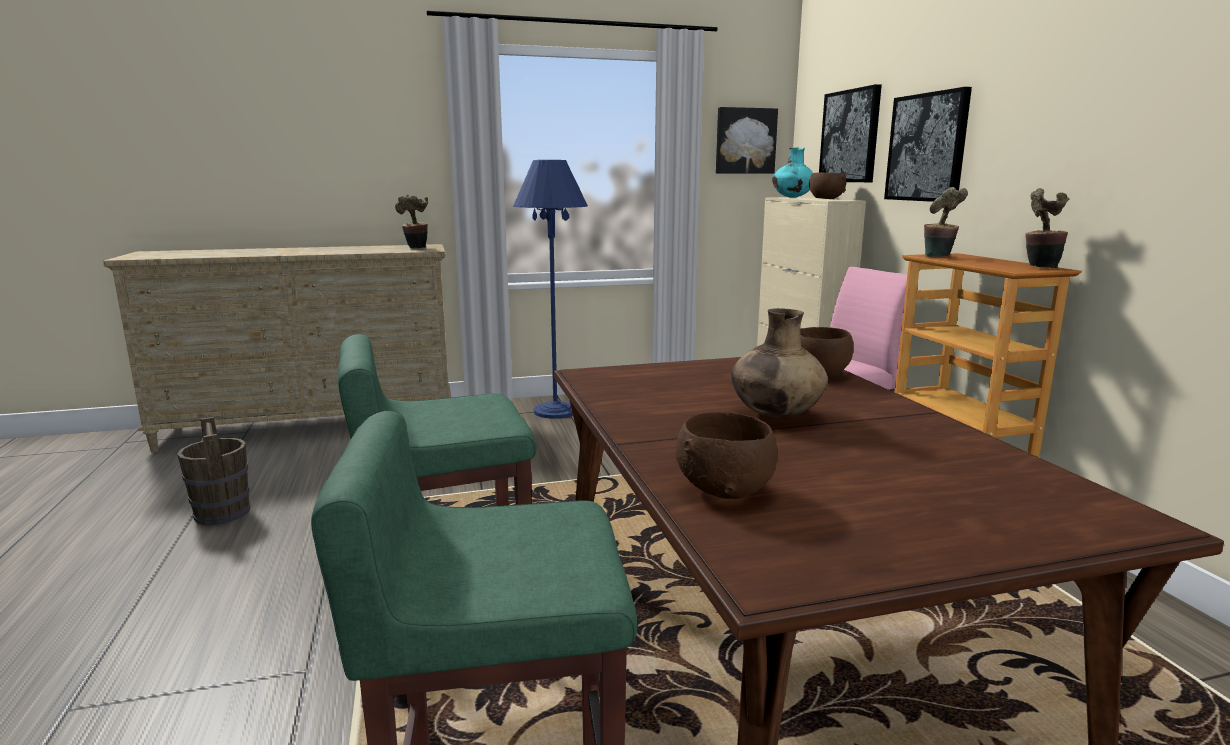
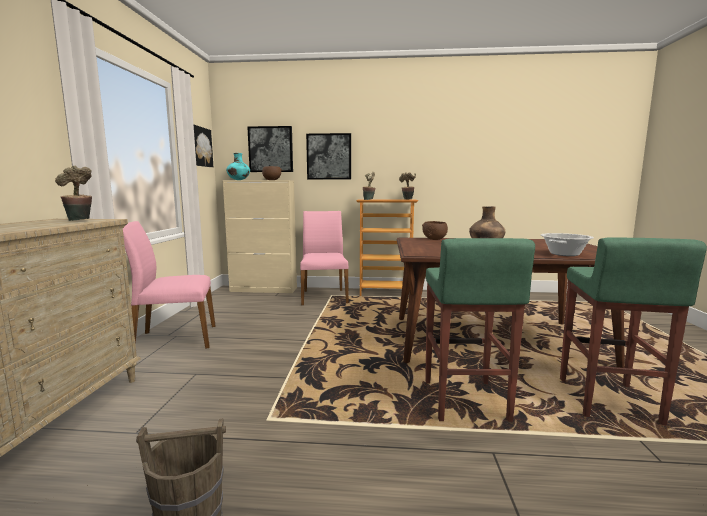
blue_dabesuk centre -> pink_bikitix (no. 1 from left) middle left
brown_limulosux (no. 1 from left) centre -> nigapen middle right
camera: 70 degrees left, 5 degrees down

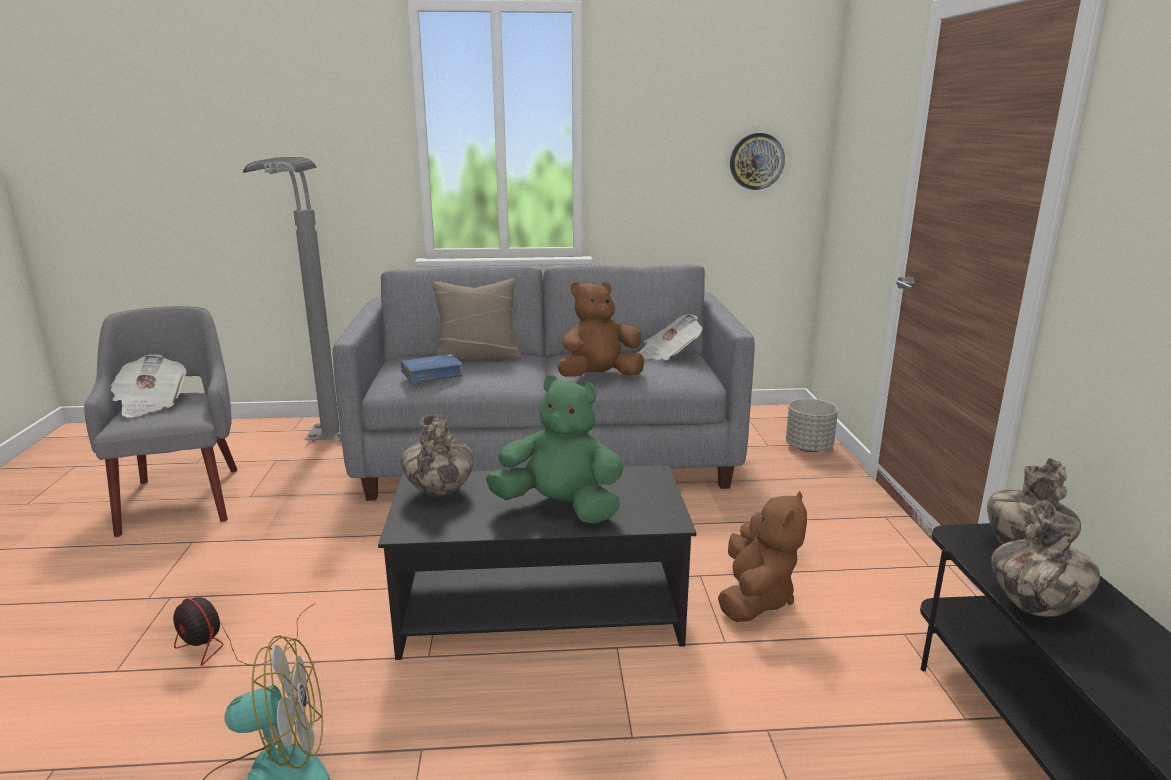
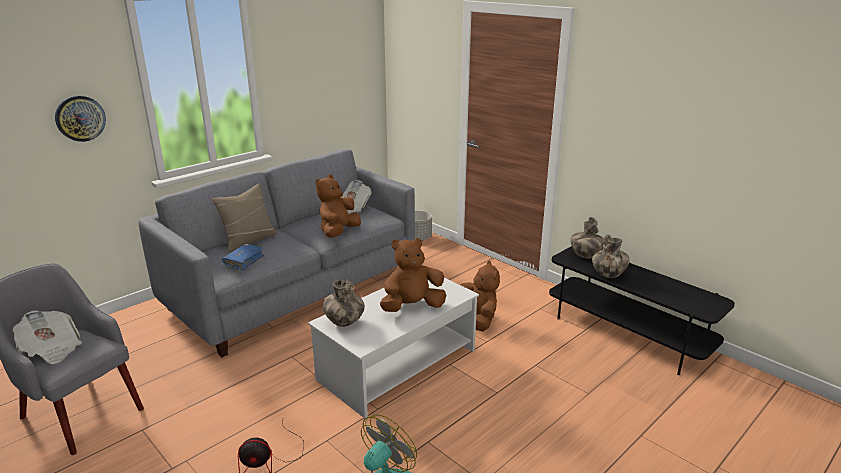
grey_dabesuk middle left -> none
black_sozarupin bottom centre -> white_sozarupin bottom centre
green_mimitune centre -> brown_mimitune (no. 2 from left) centre
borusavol top centre -> borusavol top left, relocated
camera: 40 degrees left, 5 degrees up

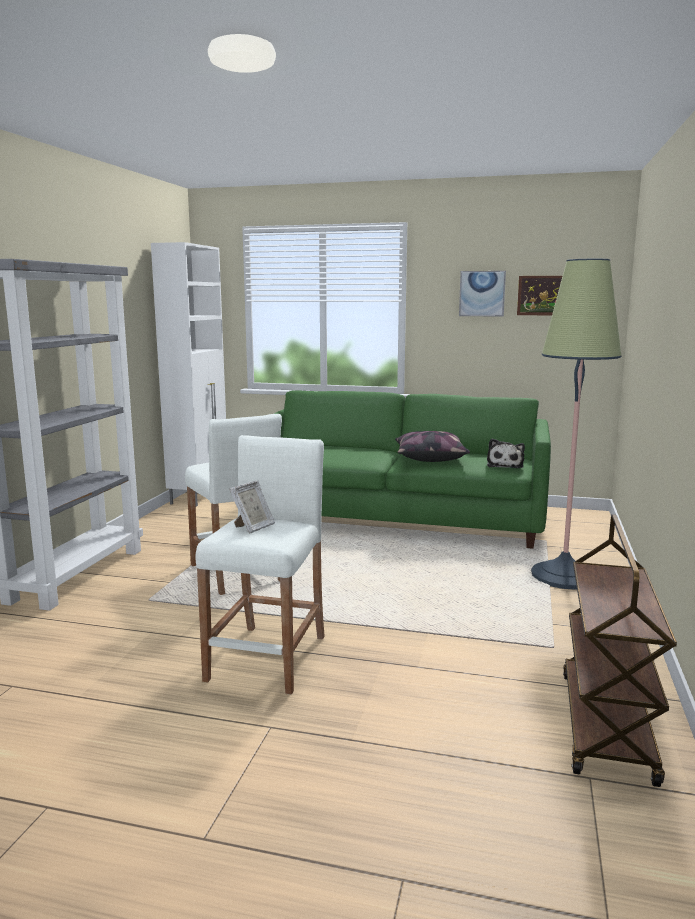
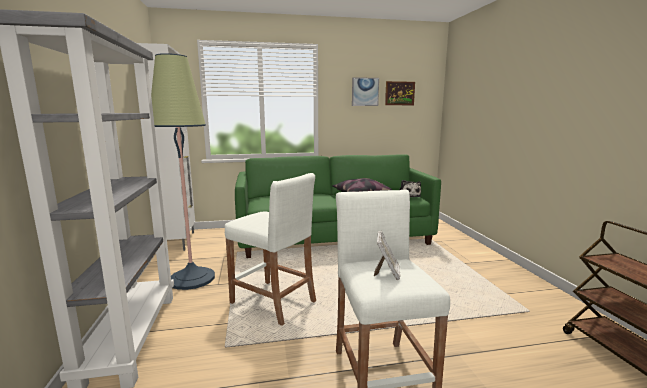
dabesuk middle right -> dabesuk middle left, relocated
camera: 25 degrees left, 0 degrees up

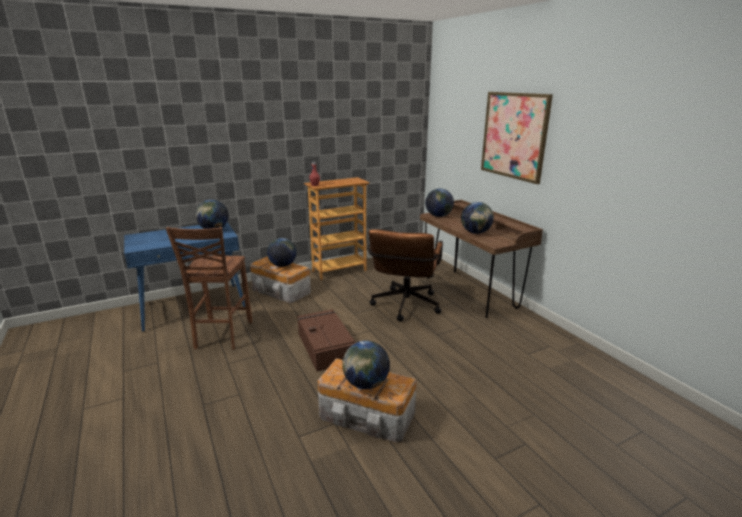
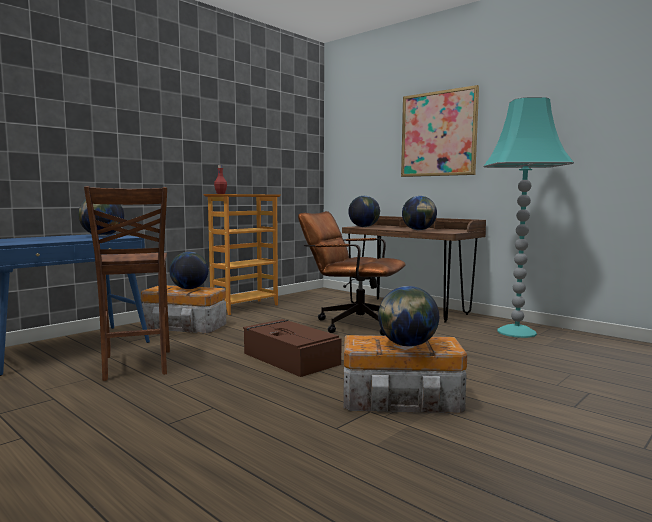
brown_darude centre, 120 degrees clockwise
none -> turquoise_dabesuk middle right
camera: 20 degrees left, 15 degrees down

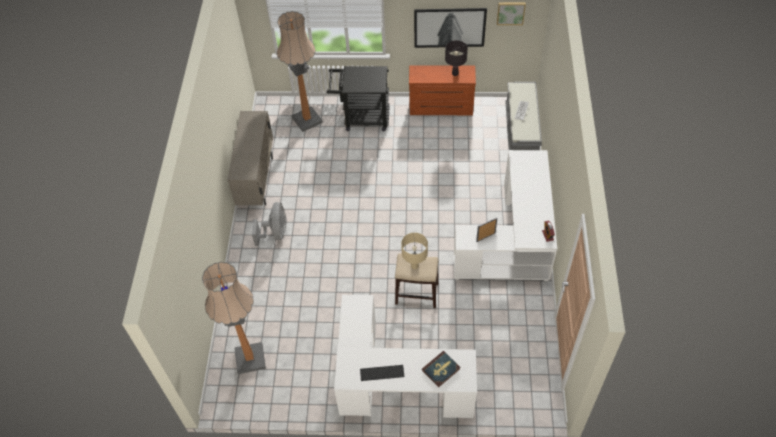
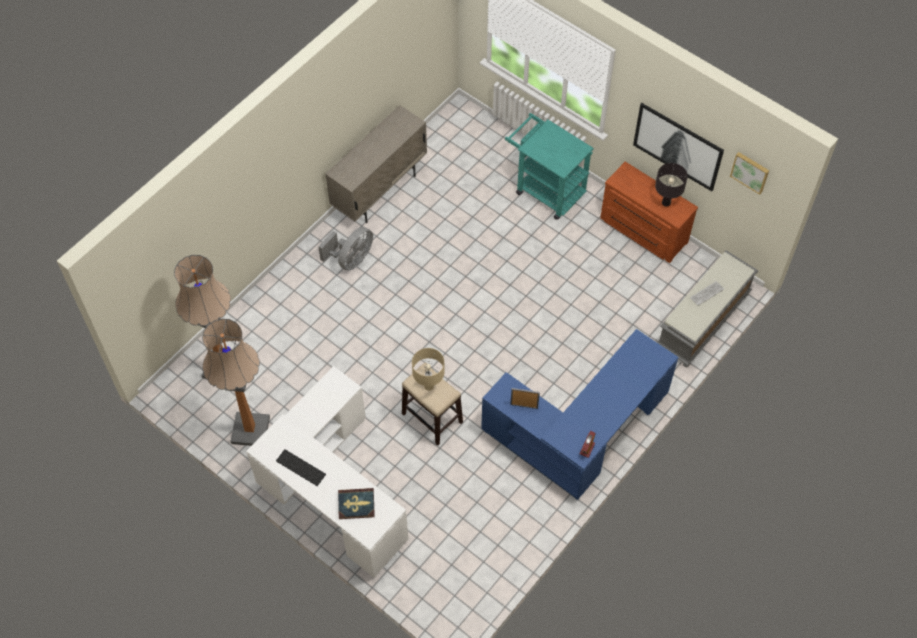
dabesuk (no. 2 from left) top centre -> dabesuk (no. 2 from left) middle left, relocated
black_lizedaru top centre -> turquoise_lizedaru top centre
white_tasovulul (no. 2 from left) centre -> blue_tasovulul centre
camera: 35 degrees right, 5 degrees up

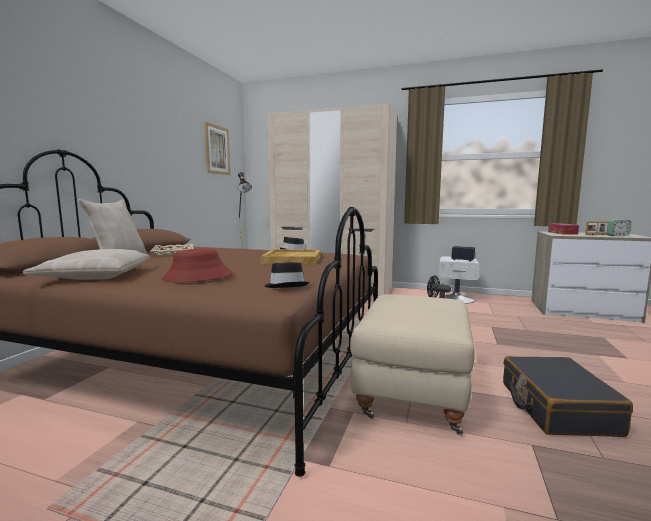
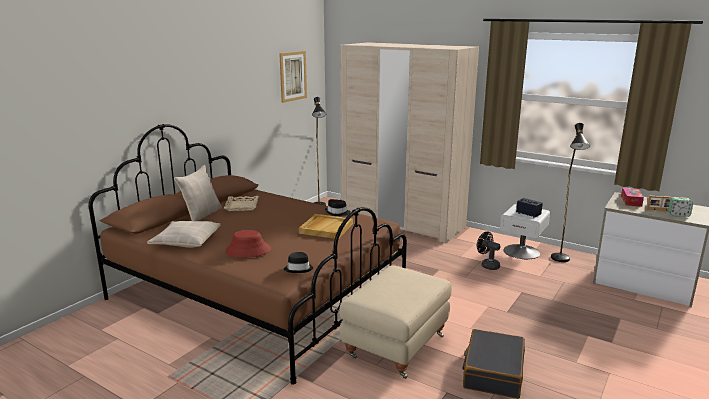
none -> black_dabesuk (no. 2 from left) middle right
camera: 15 degrees right, 10 degrees up

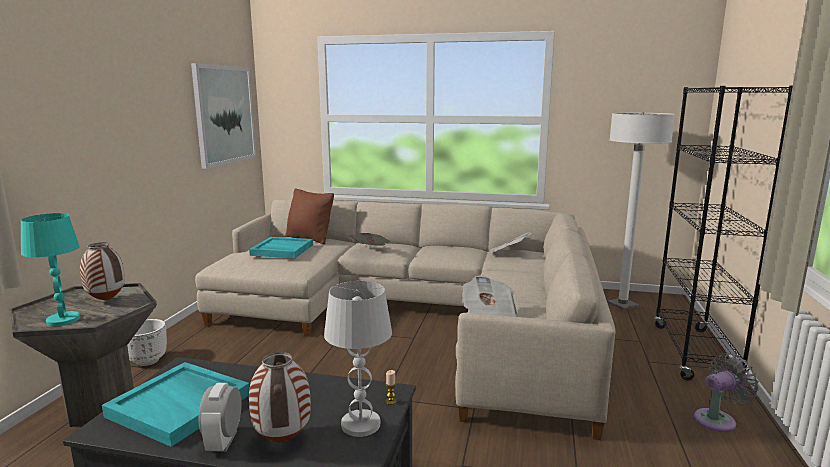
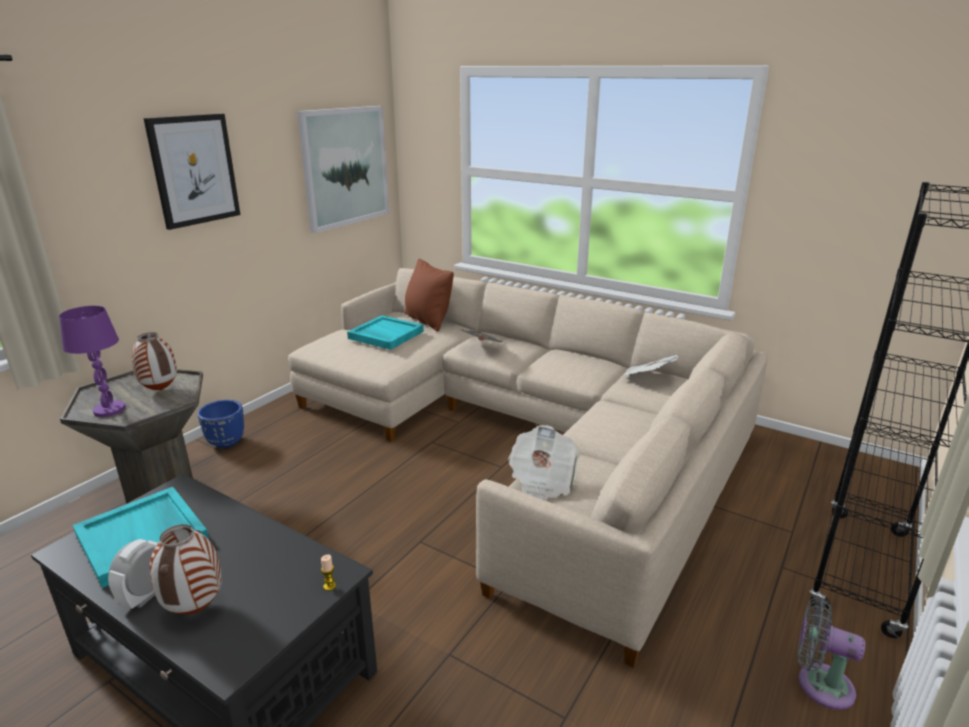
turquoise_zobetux middle left -> purple_zobetux middle left
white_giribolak bottom left -> blue_giribolak middle left
white_zobetux bottom centre -> none
white_dabesuk middle right -> none
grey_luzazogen bottom right, 150 degrees counterclockwise
none -> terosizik (no. 1 from left) top left
camera: 20 degrees right, 10 degrees up

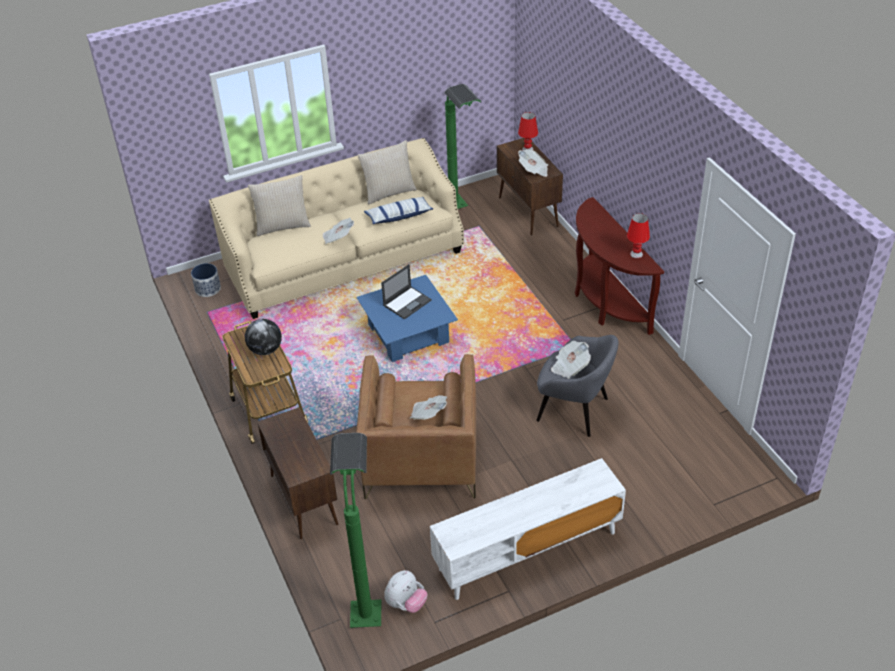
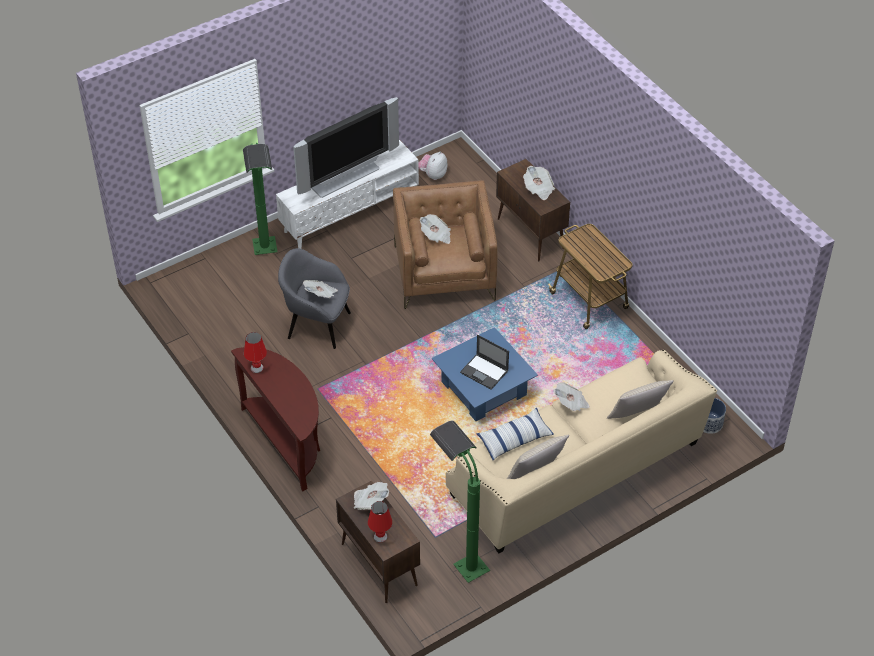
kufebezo middle left -> none
green_dabesuk (no. 1 from left) bottom centre -> green_dabesuk (no. 1 from left) top left, relocated
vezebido centre, 90 degrees counterclockwise
none -> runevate top centre
none -> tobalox (no. 4 from left) top centre
camera: 170 degrees right, 5 degrees up

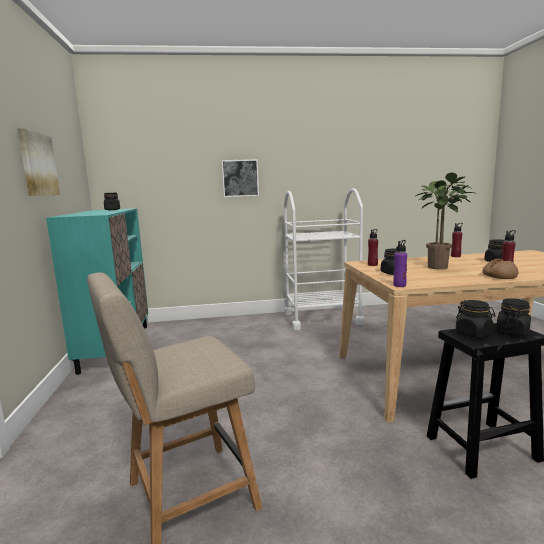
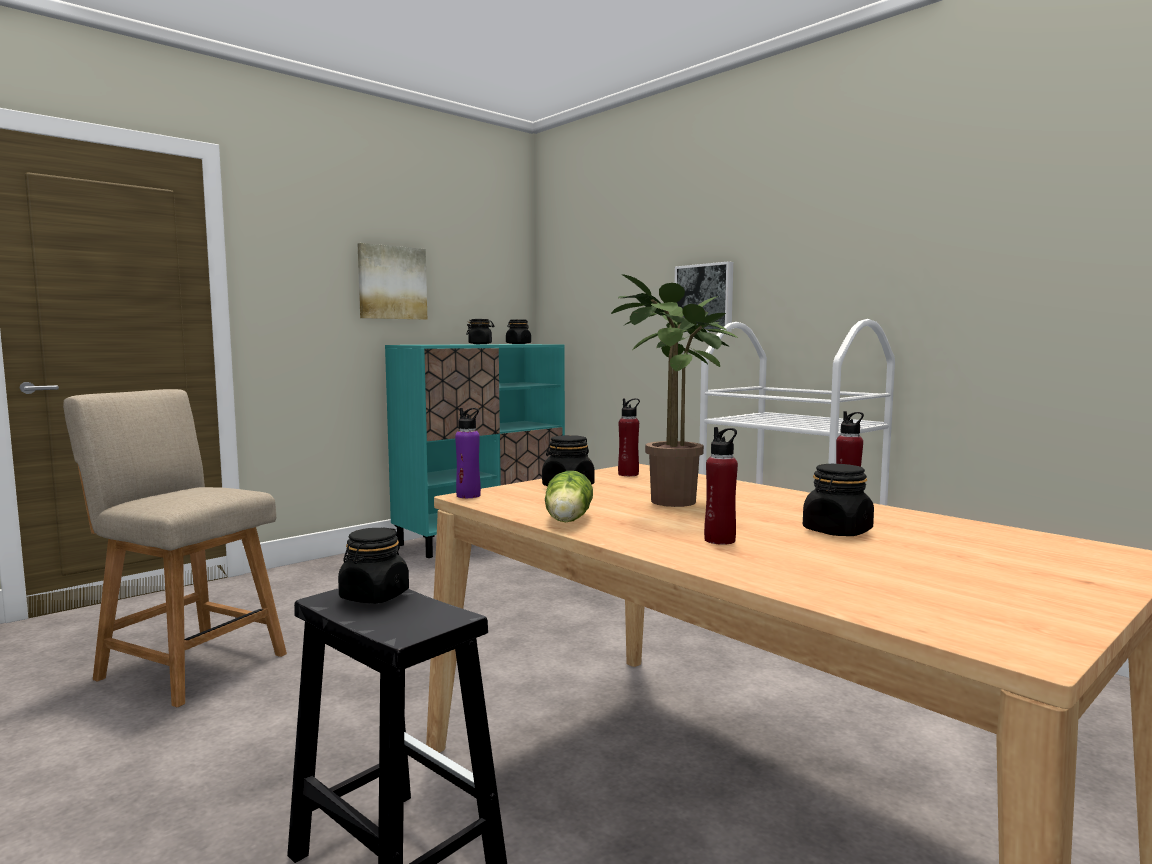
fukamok middle right -> none
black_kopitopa (no. 5 from left in the first image) middle right -> black_kopitopa (no. 2 from left) centre, relocated
none -> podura centre
camera: 55 degrees right, 5 degrees down

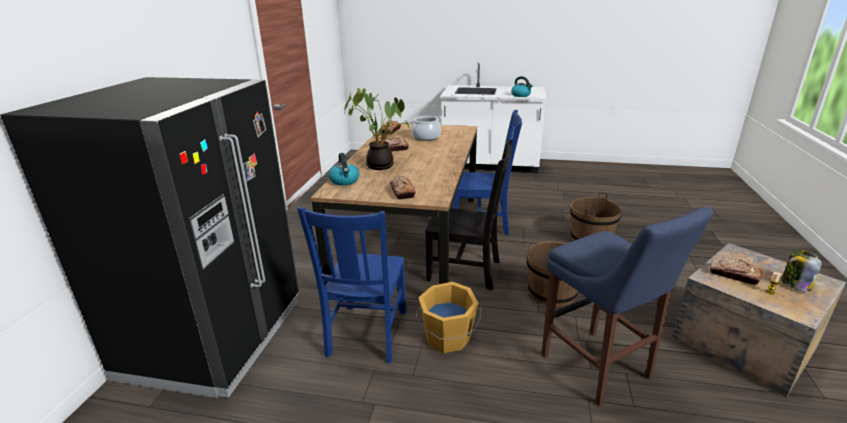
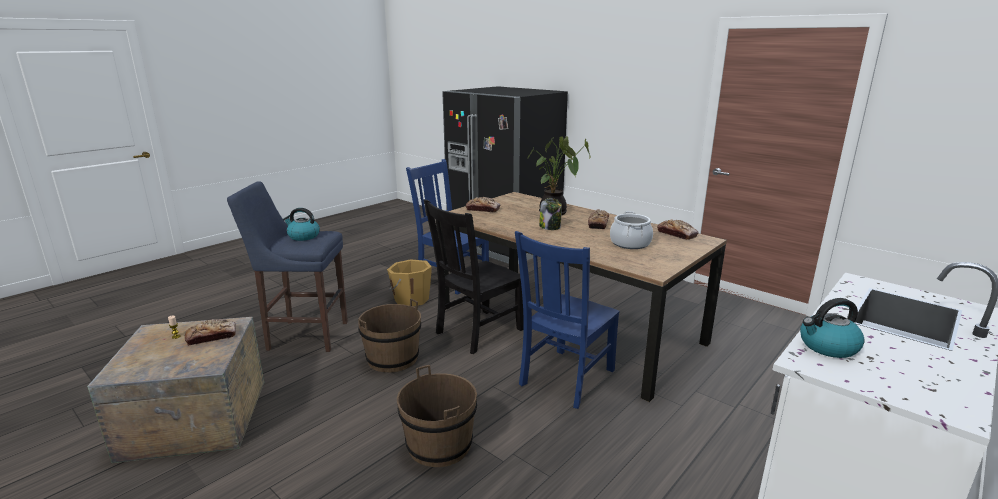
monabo (no. 1 from left) centre -> monabo (no. 1 from left) middle left, relocated
kopitopa middle right -> kopitopa centre, relocated
camera: 120 degrees right, 5 degrees down

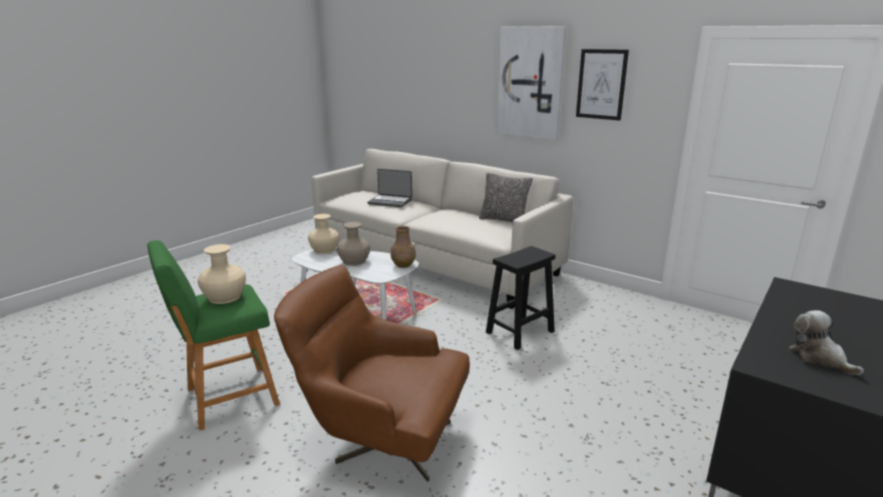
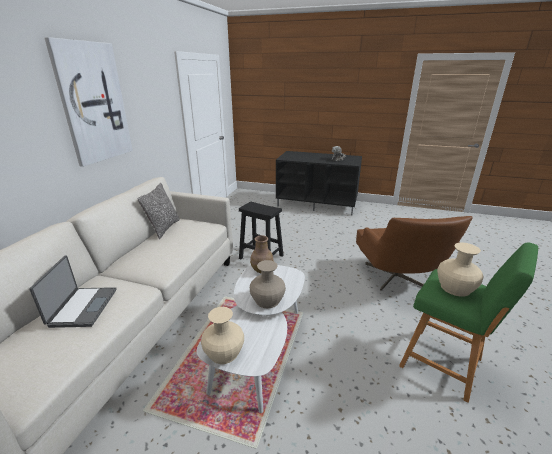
terosizik (no. 2 from left) top right -> none
camera: 110 degrees left, 5 degrees up

